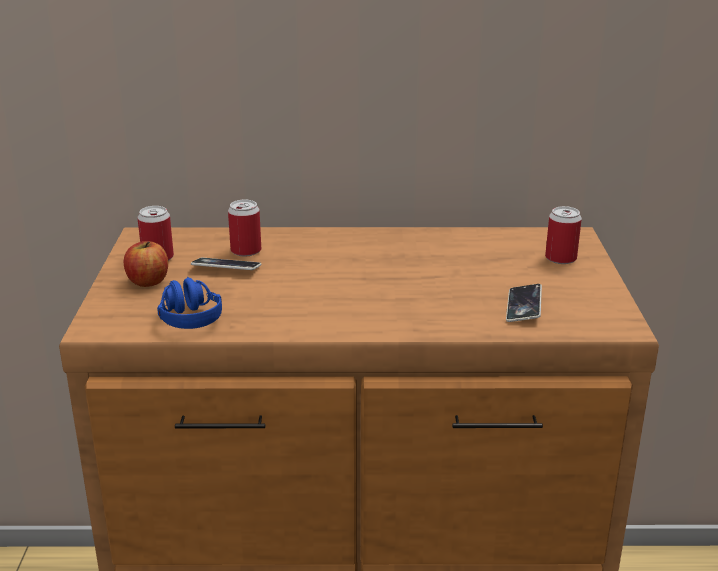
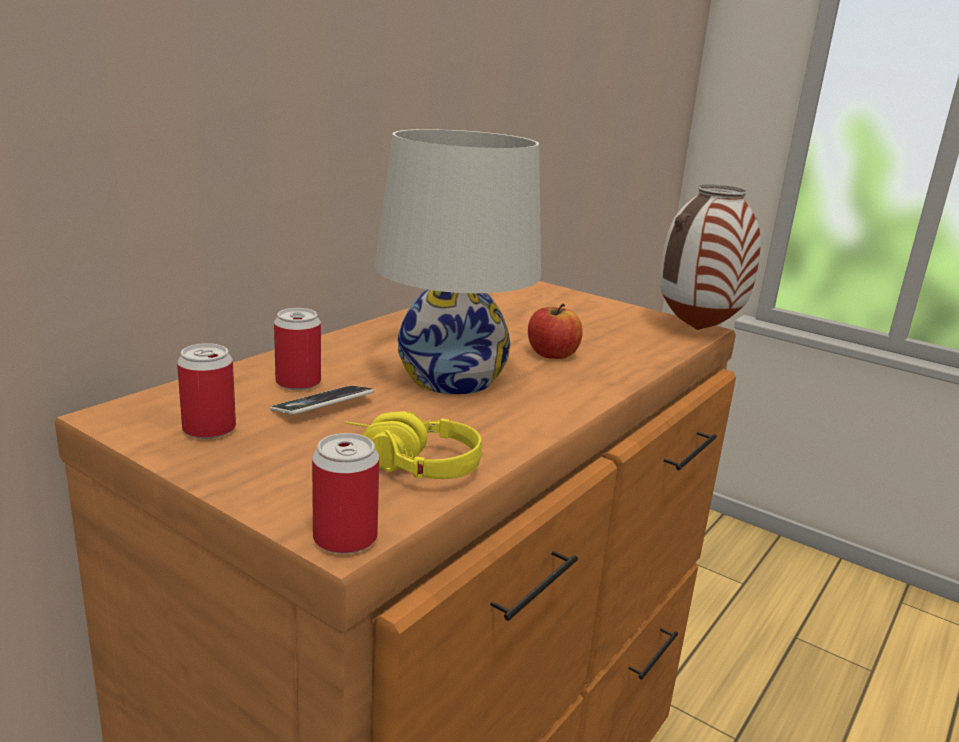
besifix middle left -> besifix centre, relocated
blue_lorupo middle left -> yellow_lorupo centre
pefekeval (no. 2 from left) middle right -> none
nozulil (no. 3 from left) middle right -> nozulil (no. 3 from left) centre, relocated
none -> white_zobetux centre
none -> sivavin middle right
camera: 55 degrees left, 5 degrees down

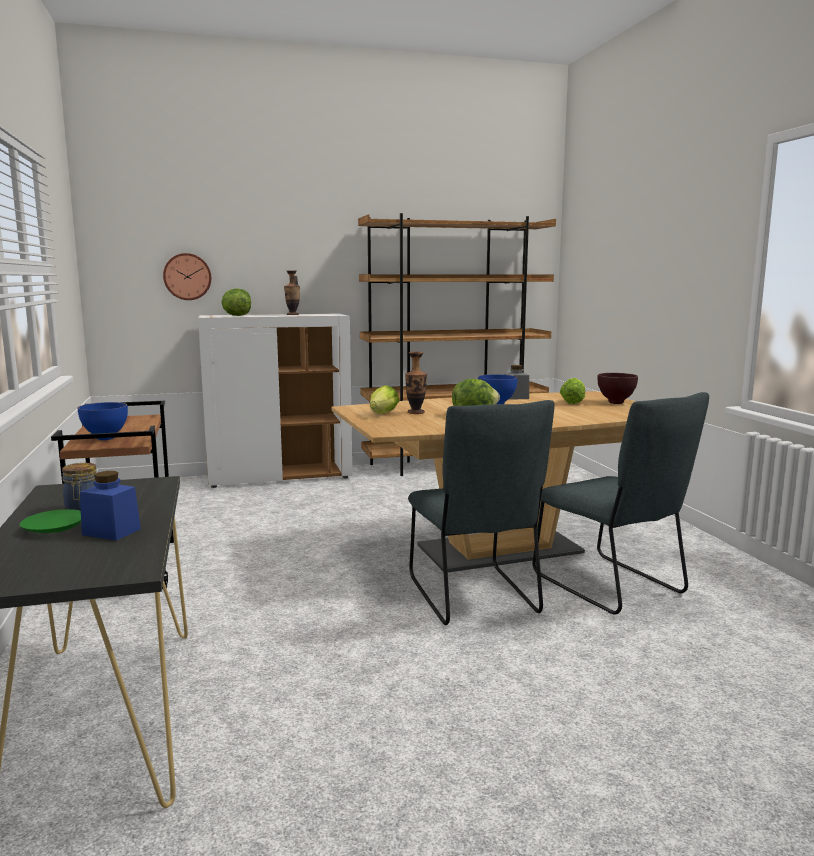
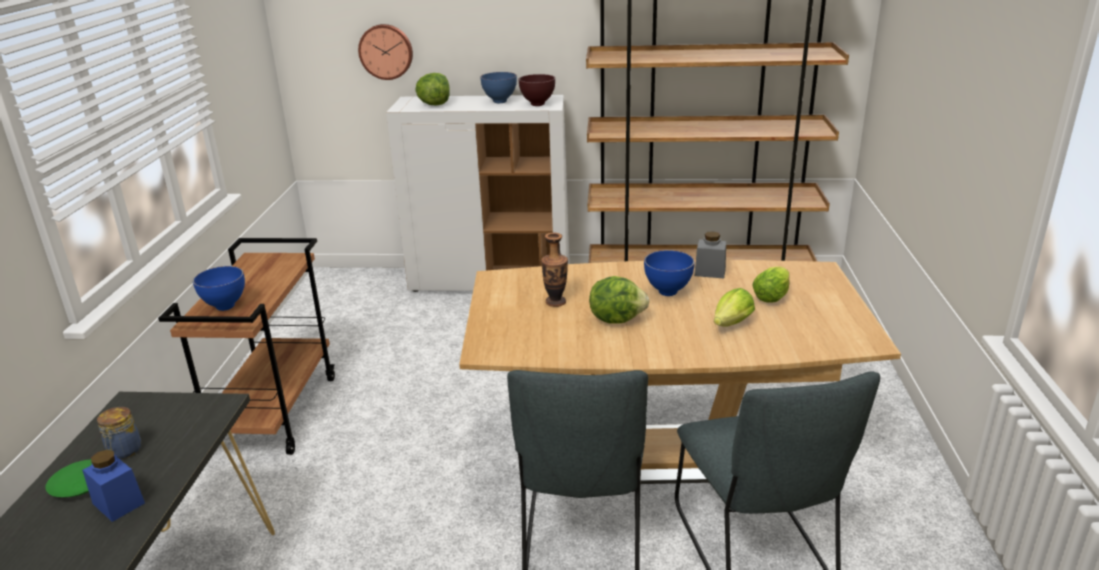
sivavin (no. 1 from left) centre -> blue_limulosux (no. 2 from left) top centre
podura (no. 2 from left in the first image) centre -> podura (no. 3 from left) middle right, relocated
brown_limulosux middle right -> brown_limulosux top centre, relocated
camera: 20 degrees right, 15 degrees up

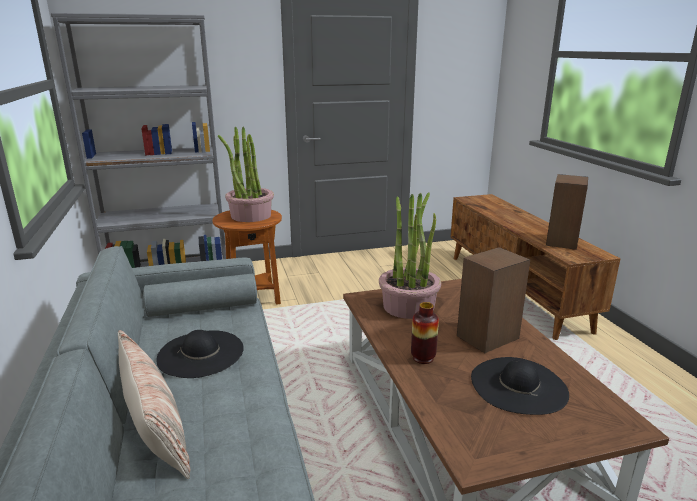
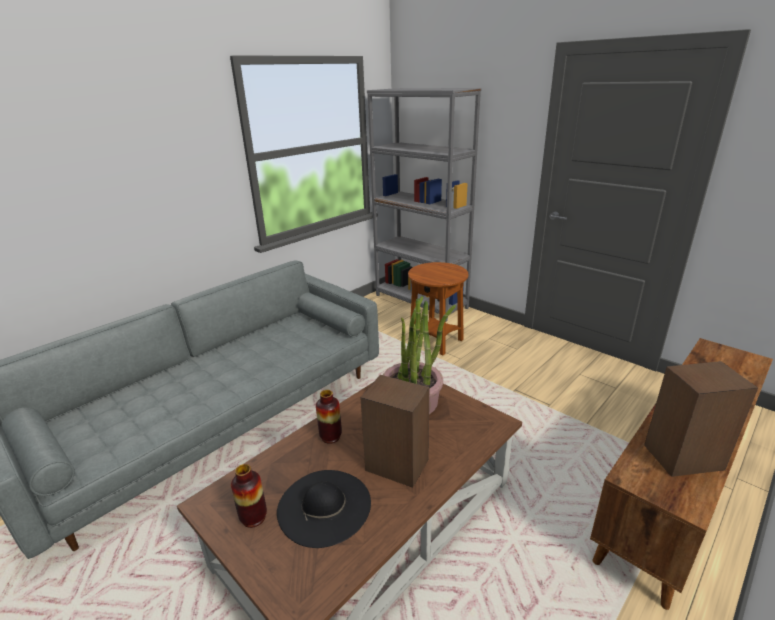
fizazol bottom left -> none
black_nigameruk (no. 1 from left) bottom left -> none
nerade (no. 1 from left) centre -> none
none -> sivavin (no. 1 from left) bottom left
camera: 60 degrees right, 5 degrees up

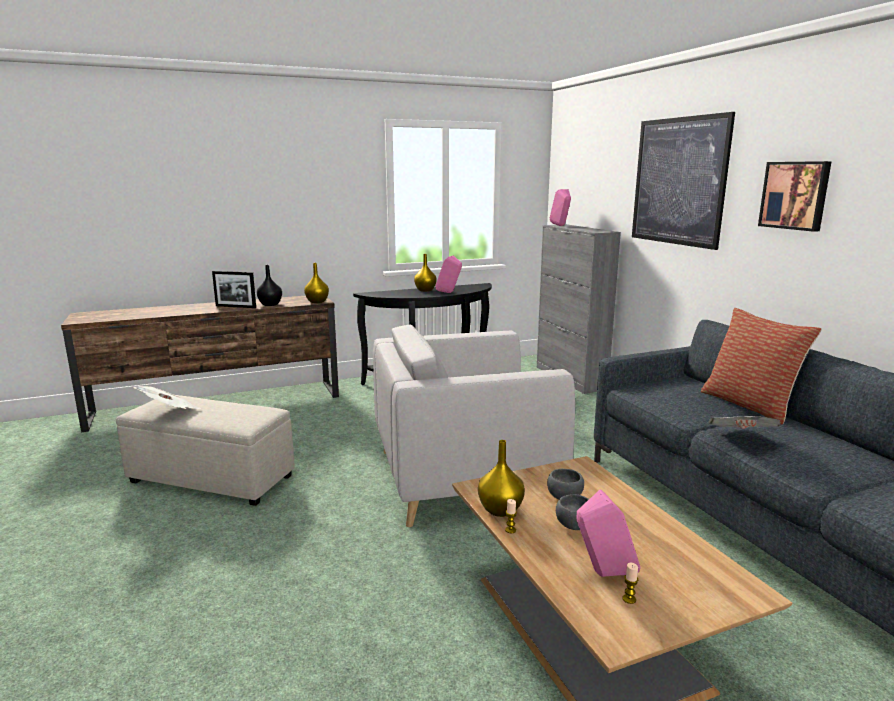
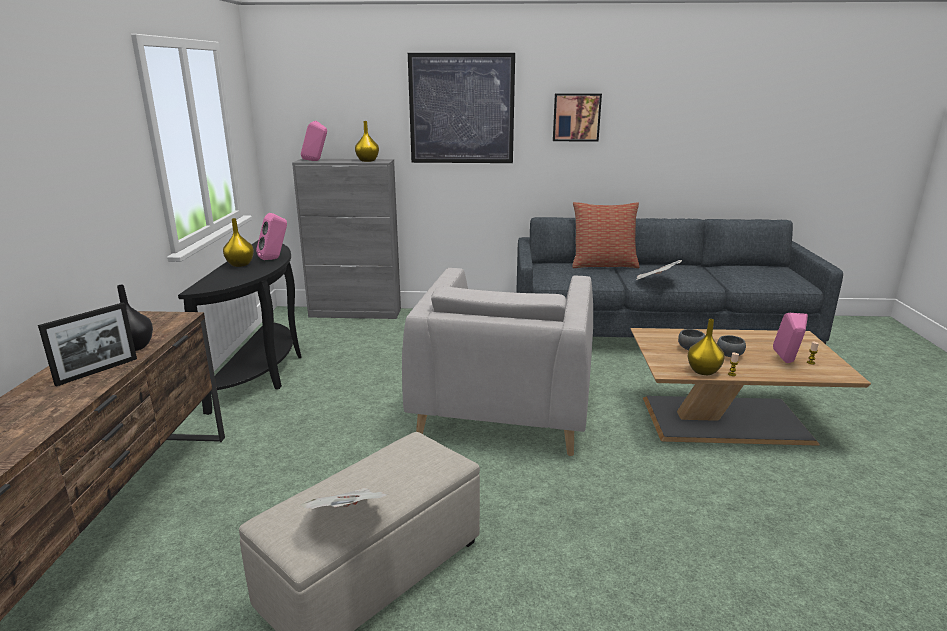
yellow_sivavin (no. 1 from left in the first image) centre -> yellow_sivavin (no. 2 from left) top centre, relocated
camera: 65 degrees left, 5 degrees up

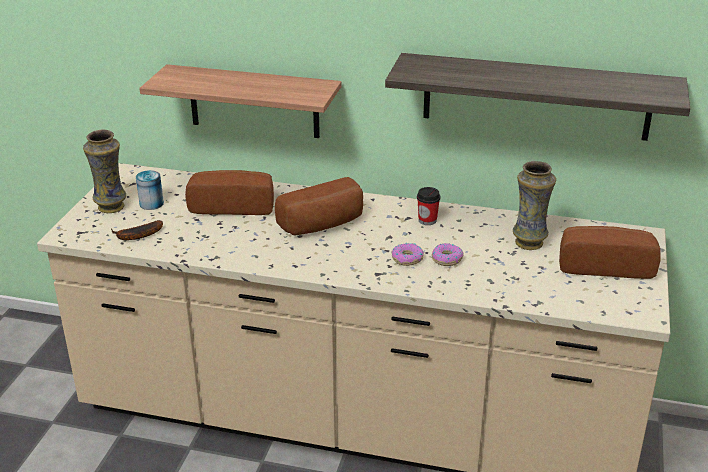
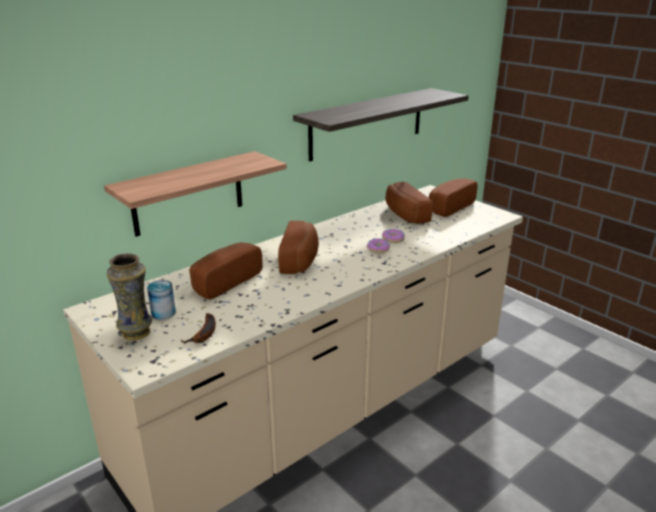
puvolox centre -> none
sivavin (no. 2 from left) middle right -> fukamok (no. 3 from left) centre
camera: 55 degrees left, 5 degrees down

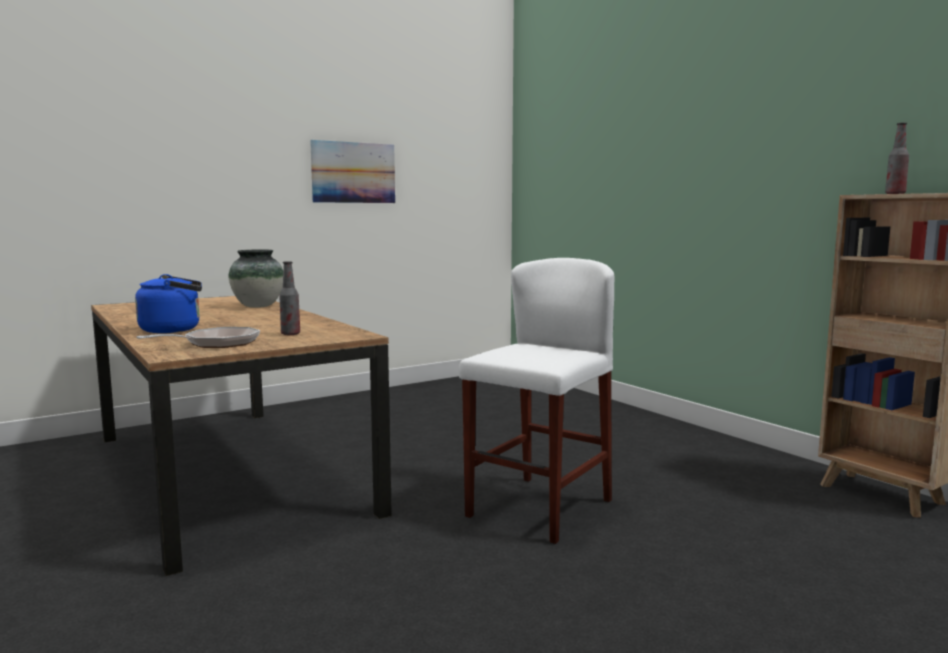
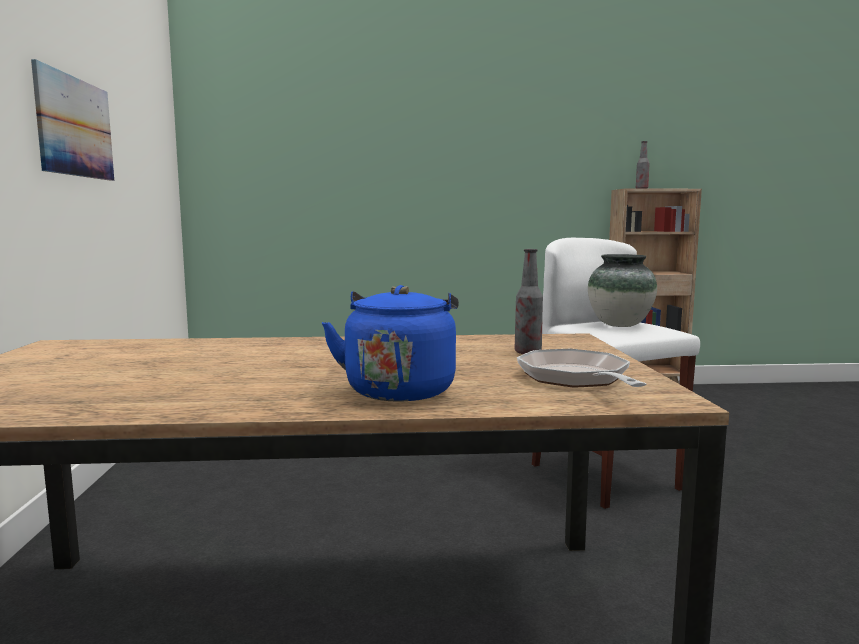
sivavin middle left -> sivavin middle right, relocated
camera: 60 degrees left, 0 degrees up

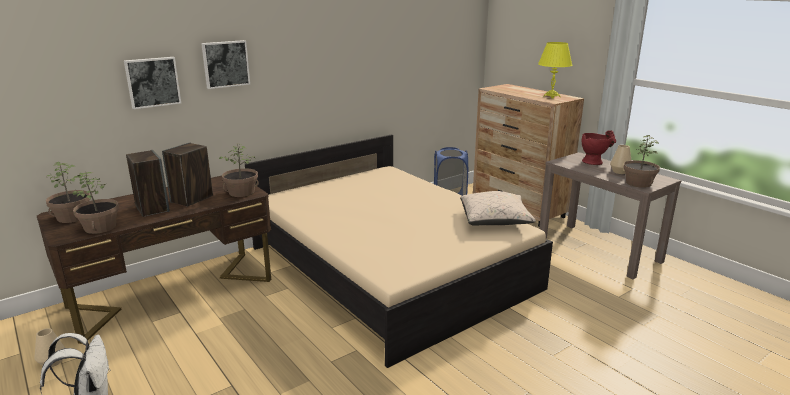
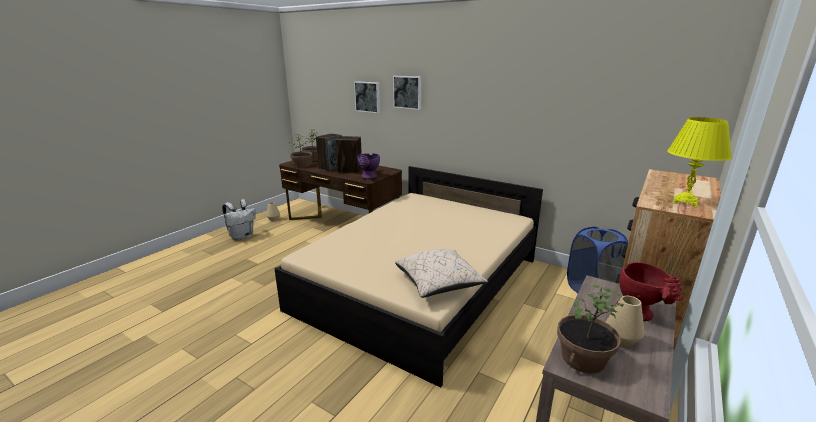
nerade (no. 3 from left) middle left -> purple_sivavin centre
camera: 70 degrees right, 0 degrees up

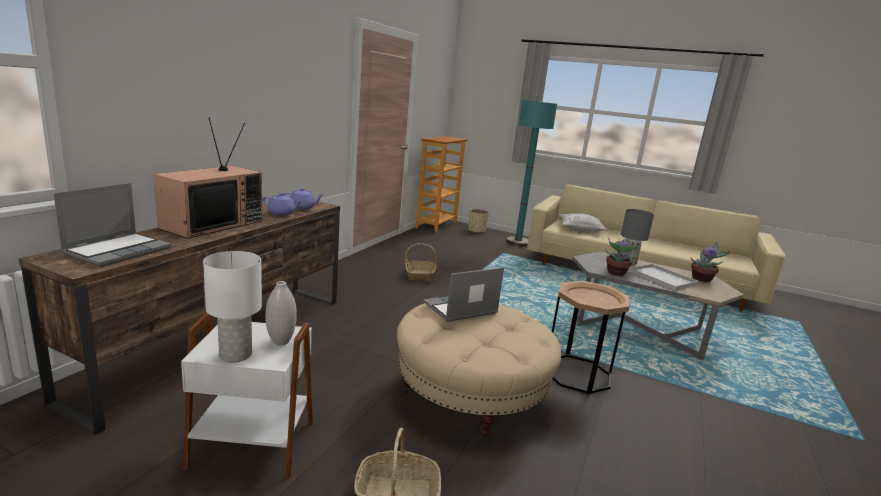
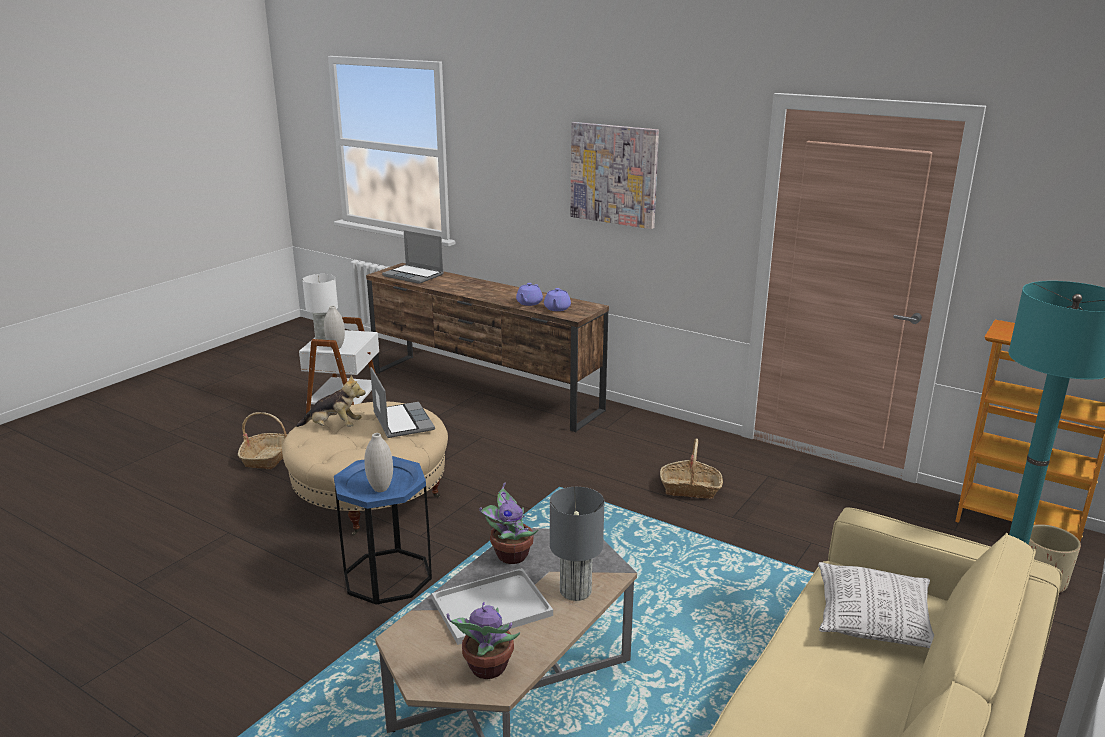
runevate middle left -> none
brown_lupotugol bottom right -> blue_lupotugol bottom centre
none -> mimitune middle left
none -> white_sivavin (no. 2 from left) centre
none -> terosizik top centre
camera: 100 degrees right, 5 degrees up

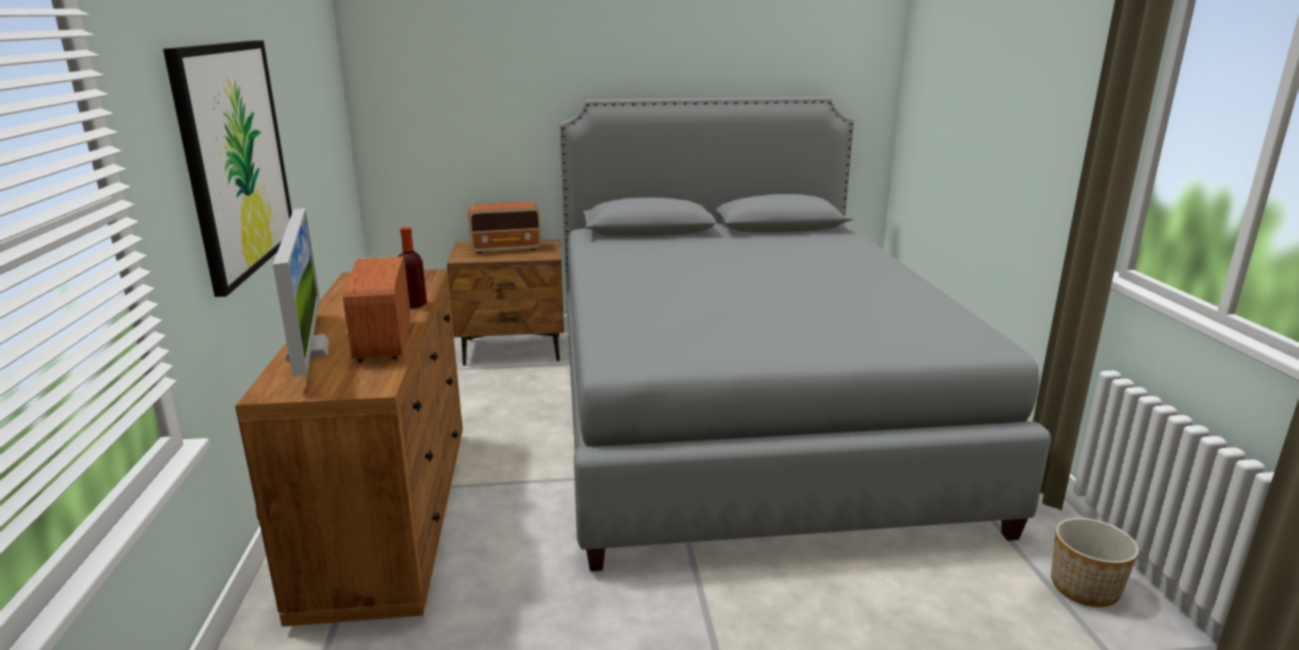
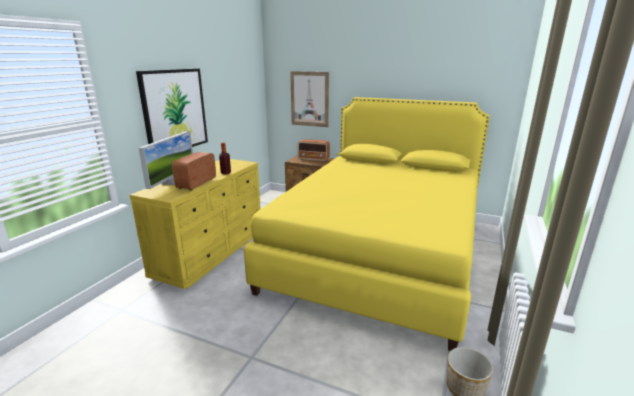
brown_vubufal bottom left -> yellow_vubufal middle left
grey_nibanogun centre -> yellow_nibanogun centre
none -> terosizik (no. 2 from left) top centre
camera: 30 degrees right, 0 degrees up

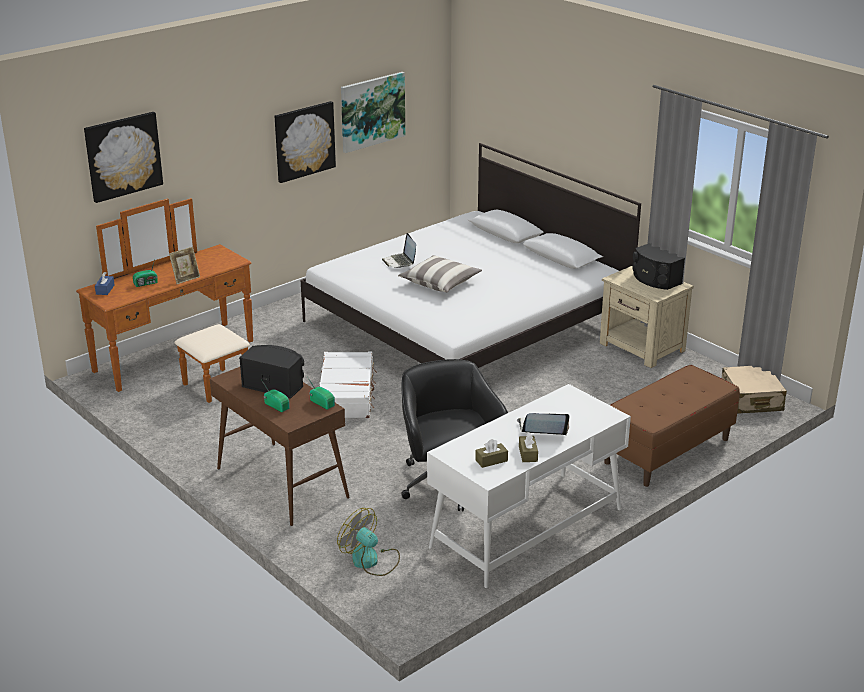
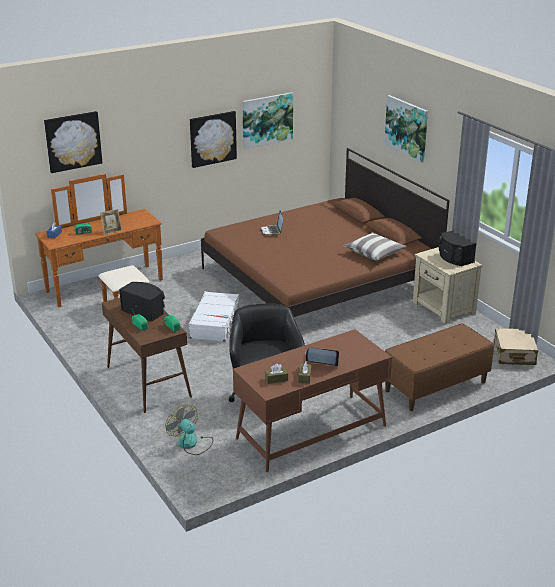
white_nibanogun centre -> brown_nibanogun centre
fizazol centre -> fizazol middle right, relocated
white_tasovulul bottom centre -> brown_tasovulul bottom centre
none -> terosizik (no. 4 from left) top right
camera: 10 degrees right, 0 degrees up

